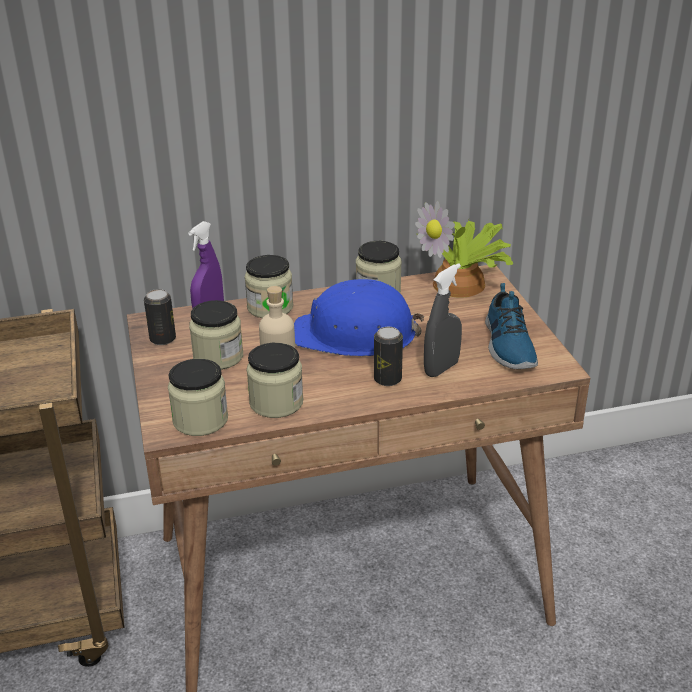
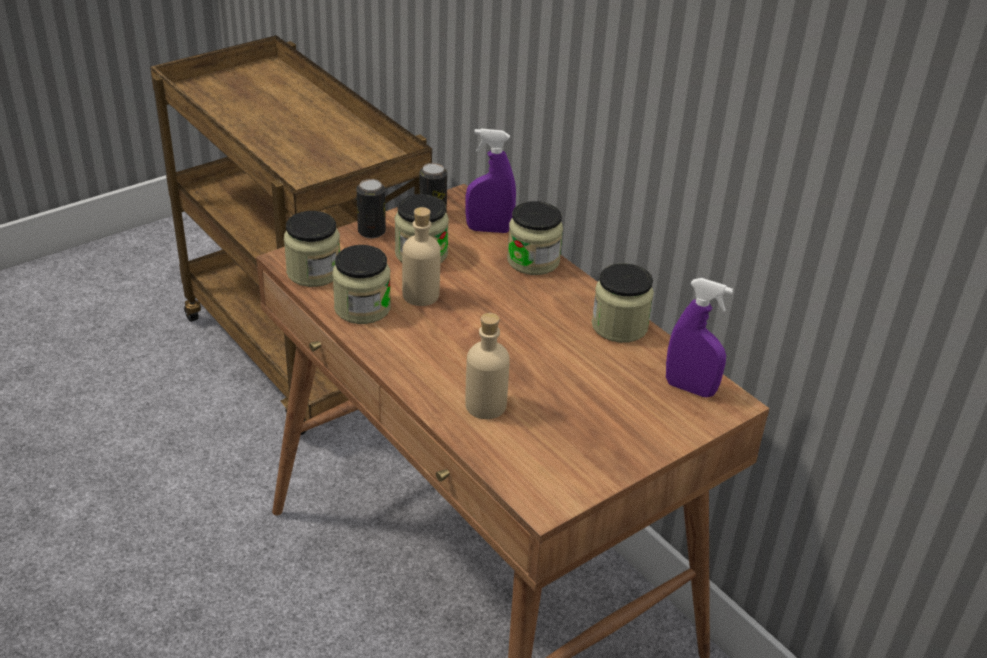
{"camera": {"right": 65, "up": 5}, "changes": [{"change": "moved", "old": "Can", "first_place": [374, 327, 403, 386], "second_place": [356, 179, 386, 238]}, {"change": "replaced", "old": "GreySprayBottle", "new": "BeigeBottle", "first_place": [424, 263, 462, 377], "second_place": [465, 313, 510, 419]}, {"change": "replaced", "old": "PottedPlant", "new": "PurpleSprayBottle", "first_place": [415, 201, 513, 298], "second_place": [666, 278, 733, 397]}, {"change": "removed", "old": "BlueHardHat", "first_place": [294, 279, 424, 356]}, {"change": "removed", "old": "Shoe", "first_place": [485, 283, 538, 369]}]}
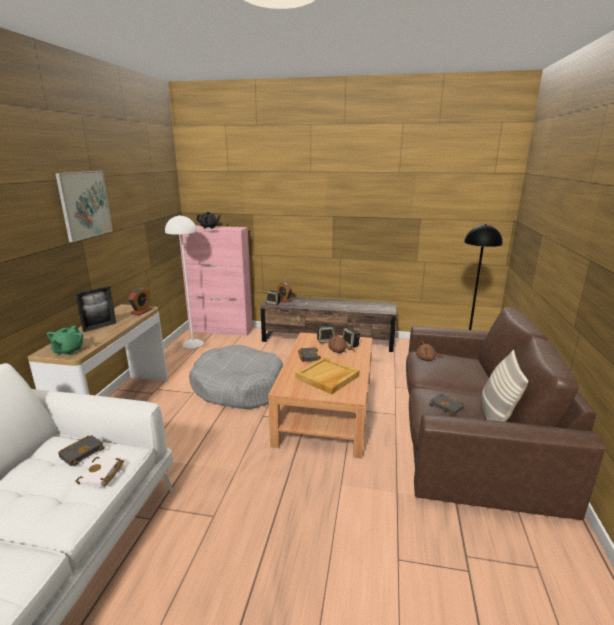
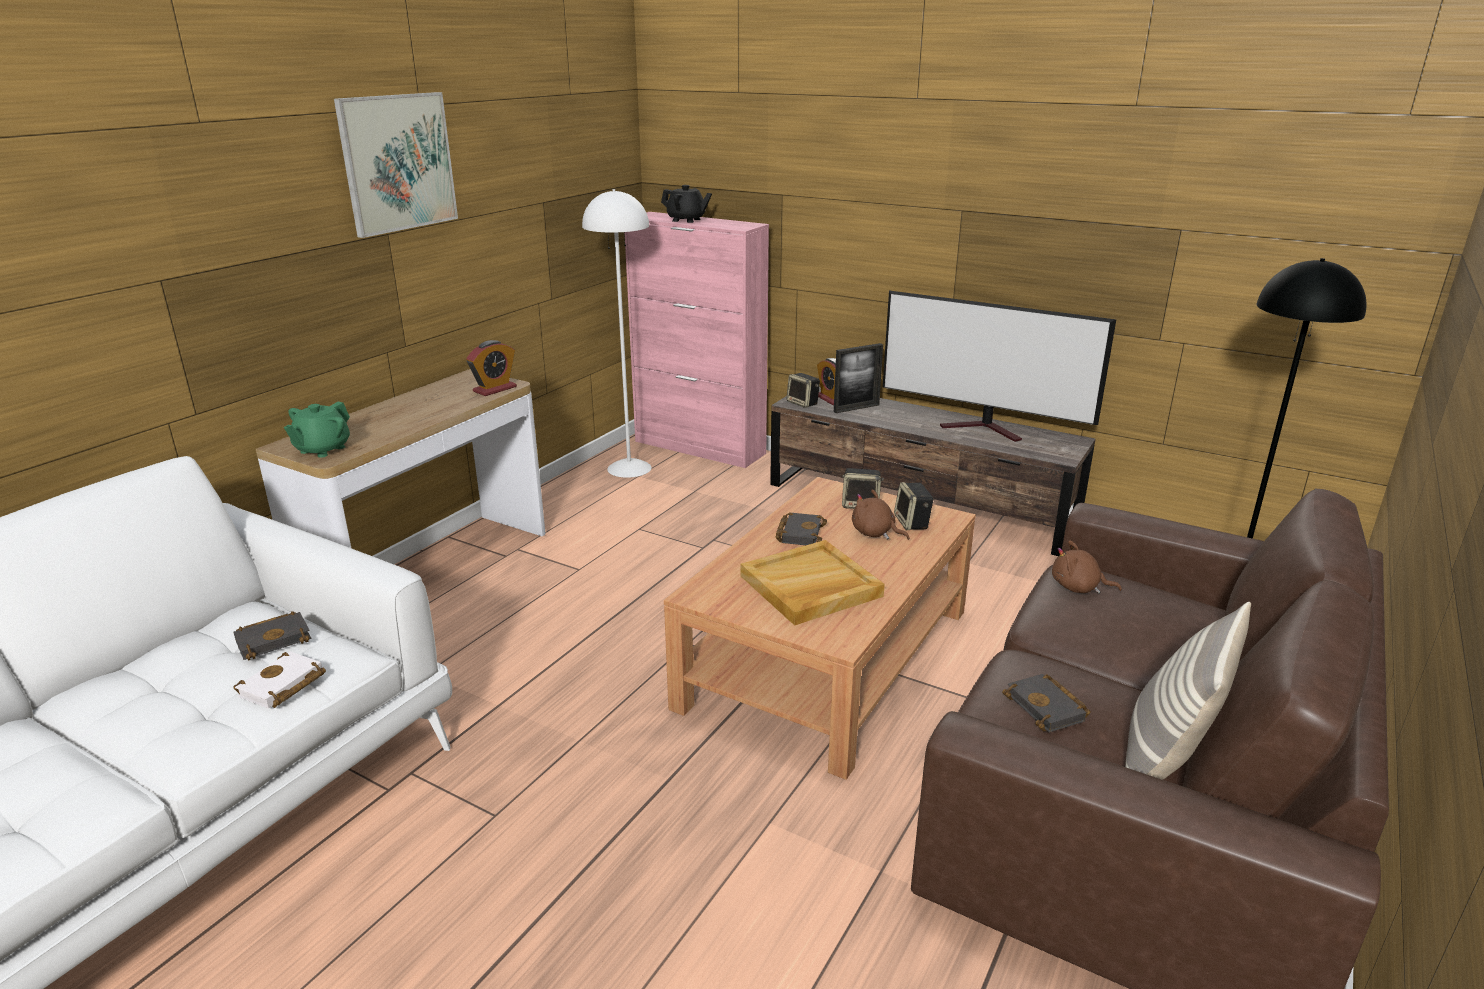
{"camera": {"right": 20, "up": 5}, "changes": [{"change": "moved", "old": "PictureFrame", "first_place": [75, 286, 116, 332], "second_place": [834, 343, 883, 413]}, {"change": "added", "new": "Television", "second_place": [883, 291, 1116, 442]}, {"change": "removed", "old": "GreyDogBed", "first_place": [189, 345, 284, 410]}]}
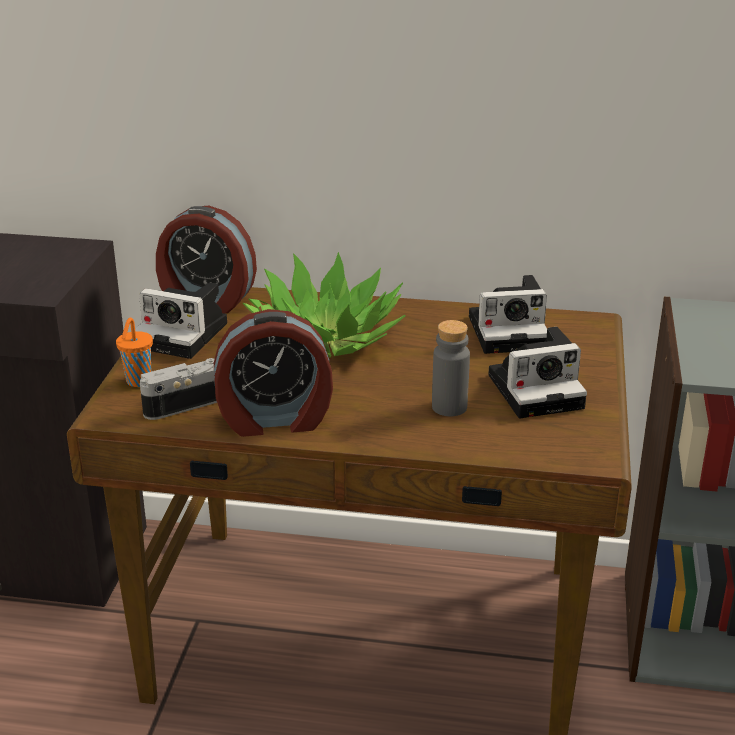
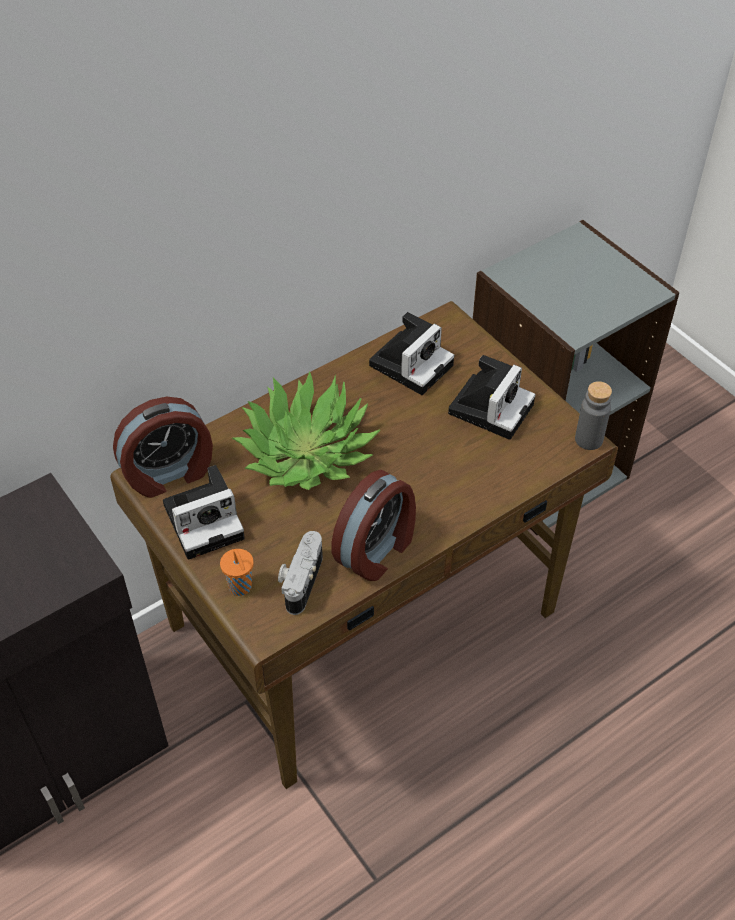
{"camera": {"right": -45, "up": 20}, "changes": [{"change": "moved", "old": "GreyBottle", "first_place": [432, 320, 470, 417], "second_place": [575, 381, 612, 450]}]}
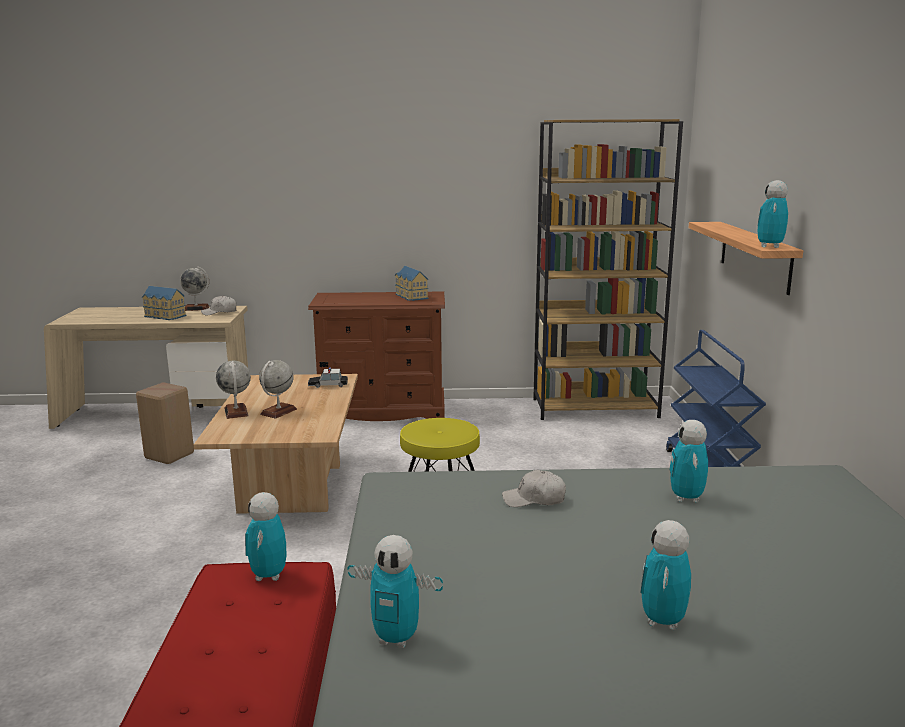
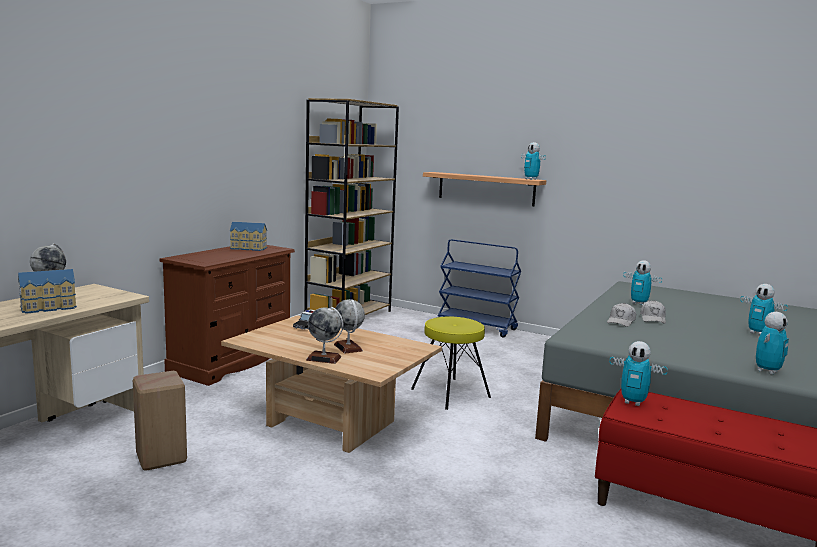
{"camera": {"right": -60, "up": -5}, "changes": [{"change": "moved", "old": "WhiteCap", "first_place": [201, 295, 237, 315], "second_place": [640, 300, 666, 324]}]}
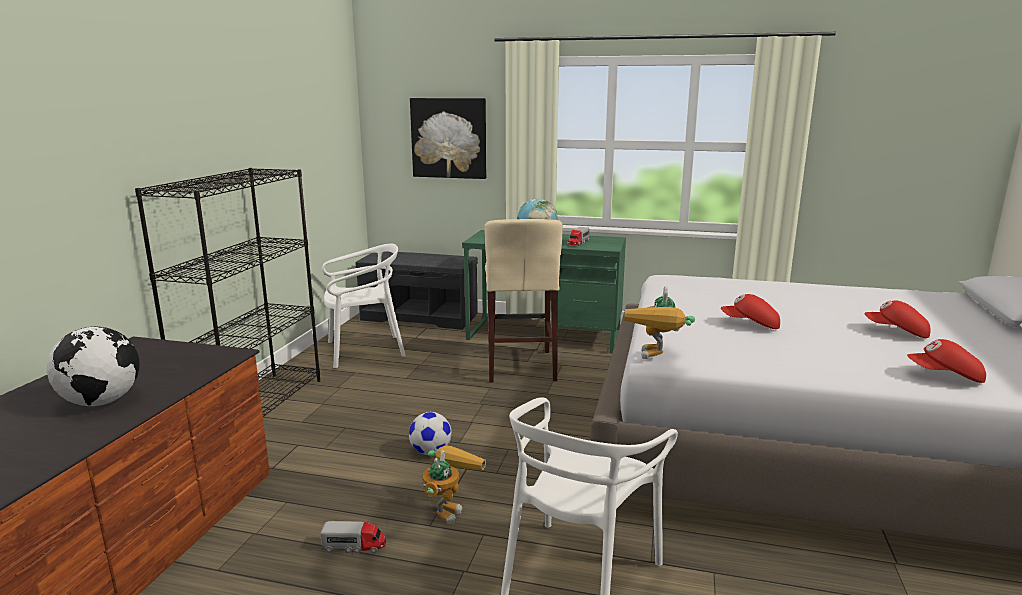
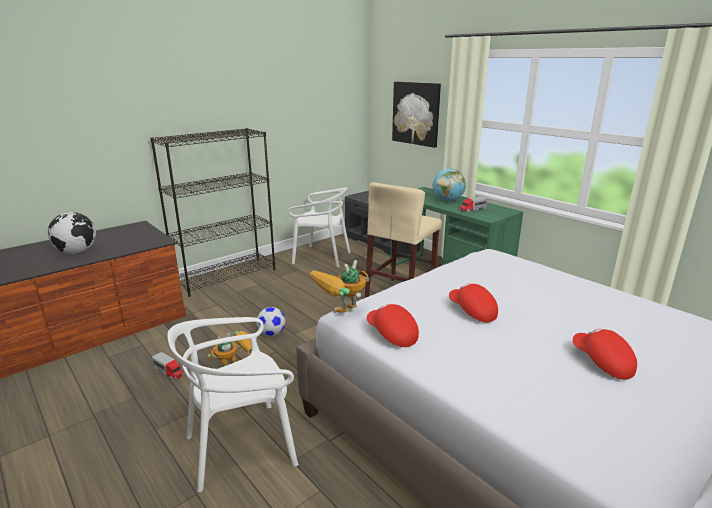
{"camera": {"right": 35, "up": 5}, "changes": [{"change": "moved", "old": "RedCap", "first_place": [907, 339, 986, 383], "second_place": [367, 304, 419, 347]}]}
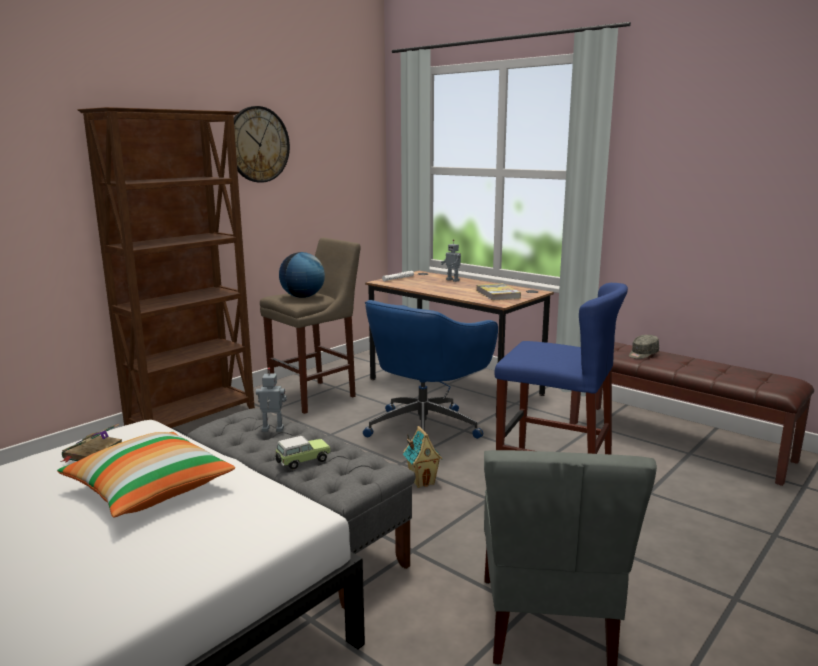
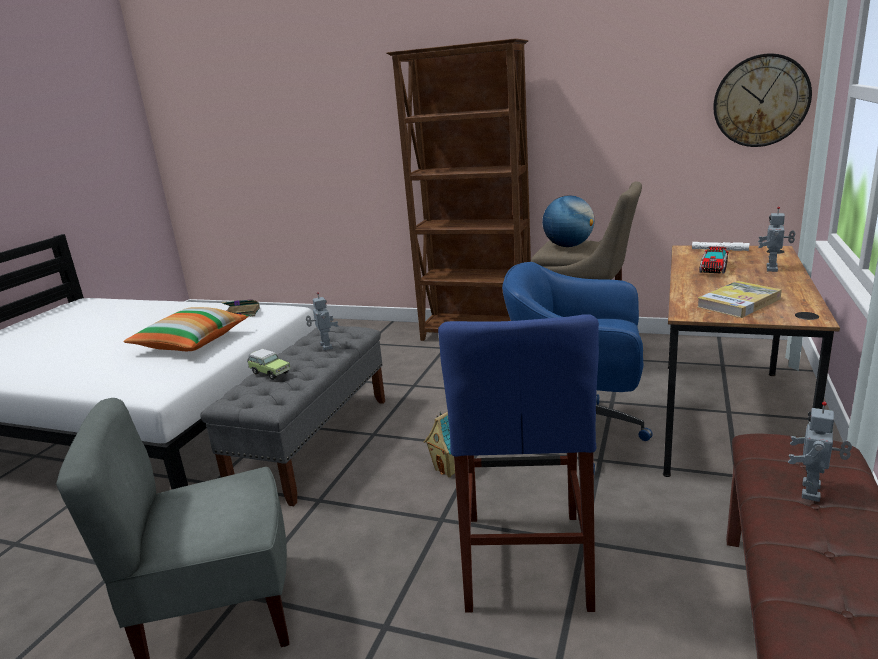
{"camera": {"right": 70, "up": 5}, "changes": [{"change": "added", "new": "ToyTruck", "second_place": [699, 246, 729, 274]}, {"change": "moved", "old": "WallClock", "first_place": [234, 106, 290, 183], "second_place": [713, 53, 812, 147]}, {"change": "replaced", "old": "GreyCap", "new": "ToyRobot", "first_place": [629, 335, 659, 359], "second_place": [788, 402, 852, 502]}]}
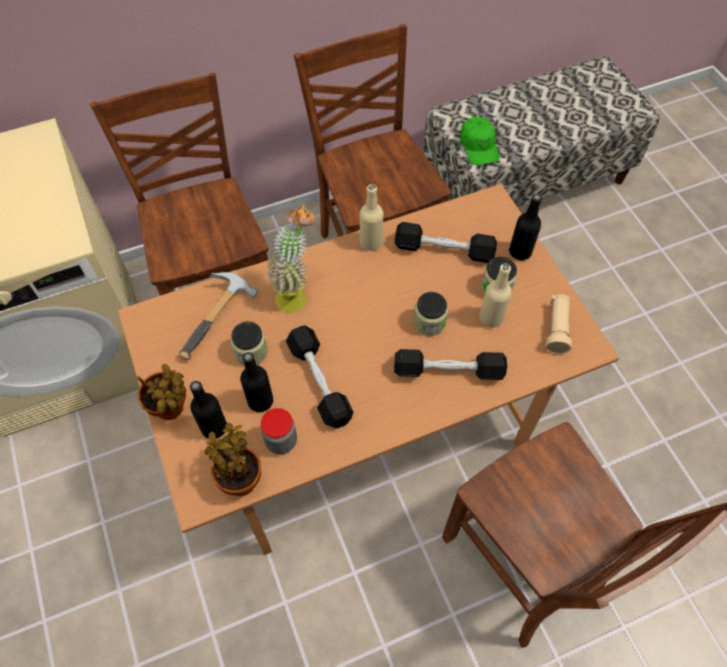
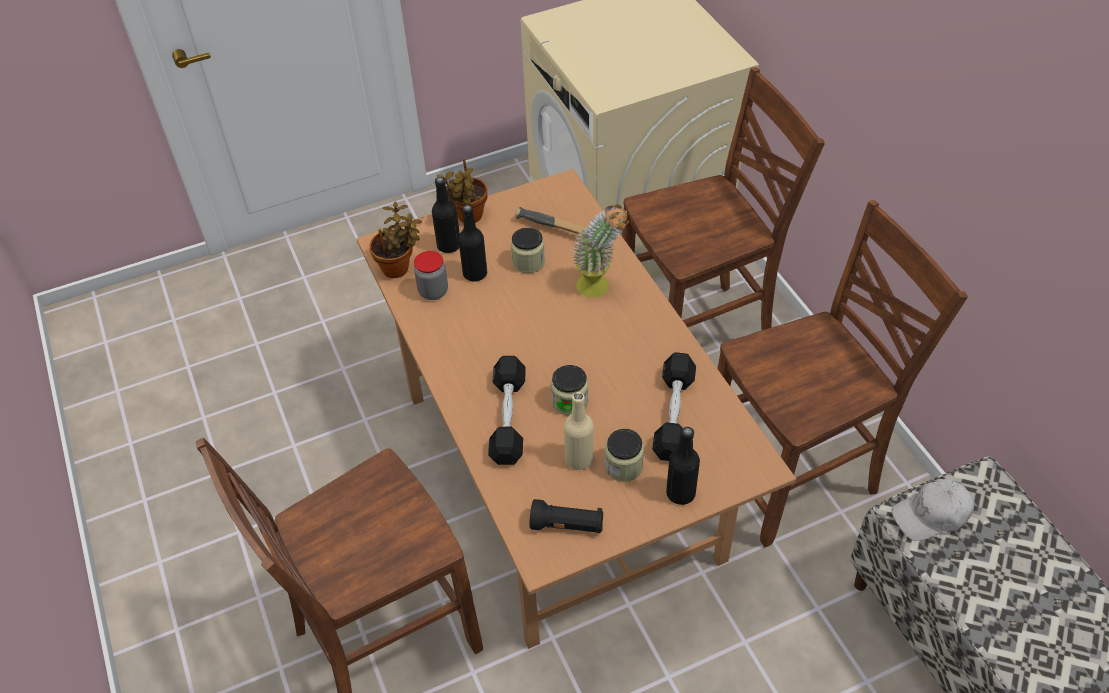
{"camera": {"right": 90, "up": -10}, "changes": [{"change": "recoloured", "old": "BeigeFlashlight", "new": "BlackFlashlight", "first_place": [546, 295, 572, 354], "second_place": [530, 499, 603, 533]}, {"change": "recoloured", "old": "GreenCap", "new": "WhiteCap", "first_place": [460, 117, 499, 165], "second_place": [892, 479, 974, 541]}, {"change": "removed", "old": "BlackDumbbell", "first_place": [286, 325, 353, 429]}, {"change": "removed", "old": "BeigeBottle", "first_place": [360, 184, 384, 251]}]}
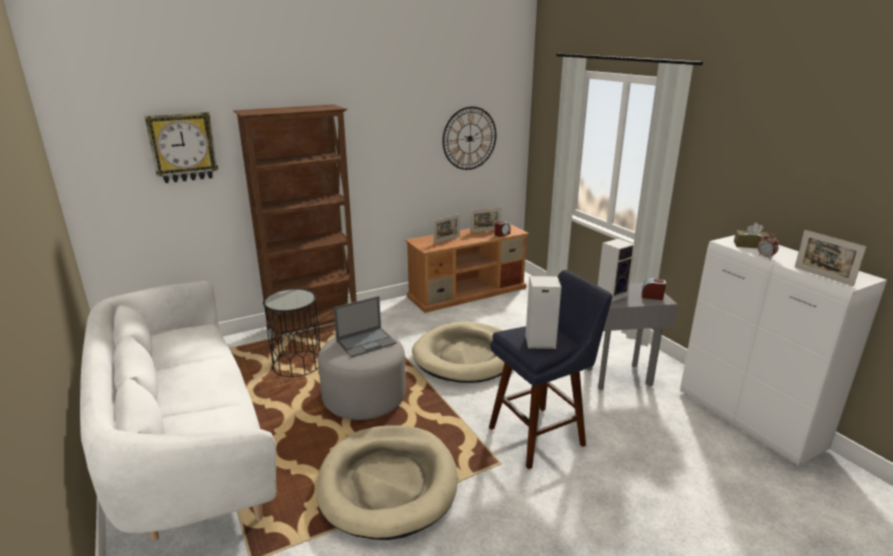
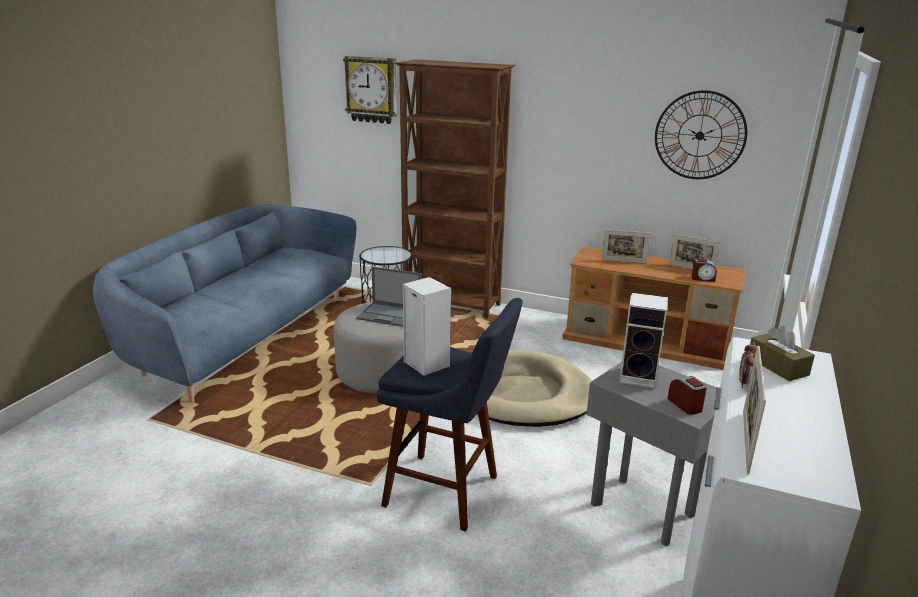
{"camera": {"right": 50, "up": 0}, "changes": [{"change": "recoloured", "old": "WhiteSofa", "new": "BlueSofa", "first_place": [80, 281, 276, 541], "second_place": [93, 204, 357, 402]}, {"change": "removed", "old": "BeigeDogBed", "first_place": [316, 425, 458, 540]}]}
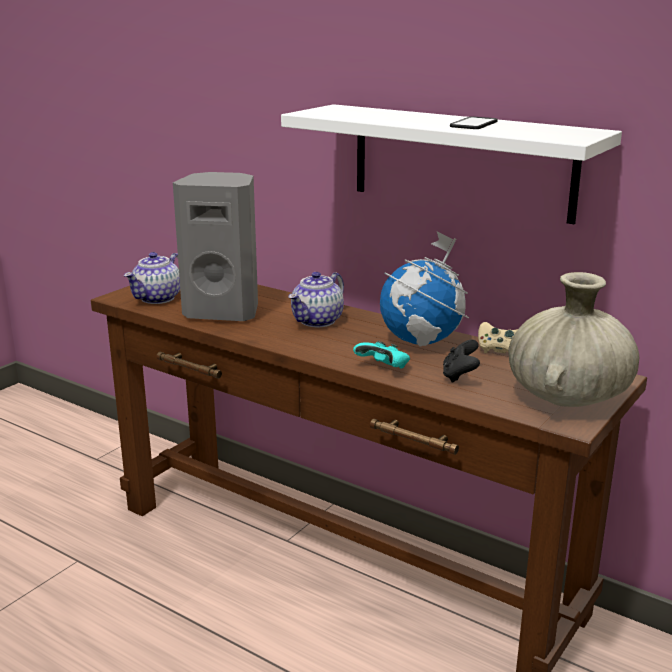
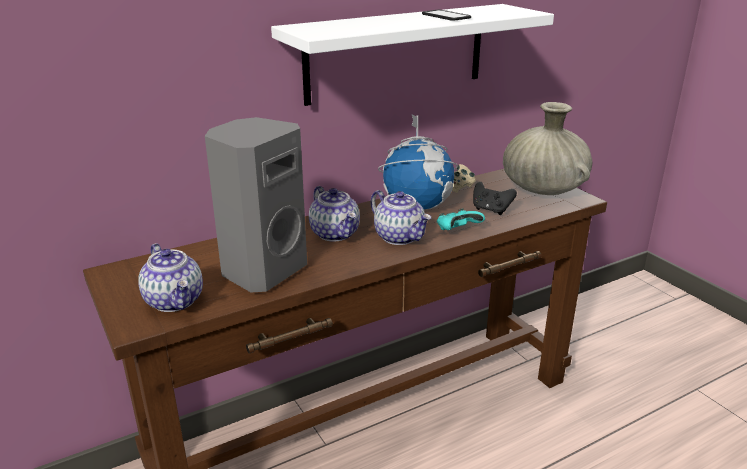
{"camera": {"right": -65, "up": 5}, "changes": [{"change": "added", "new": "Teapot", "second_place": [371, 190, 431, 245]}]}
